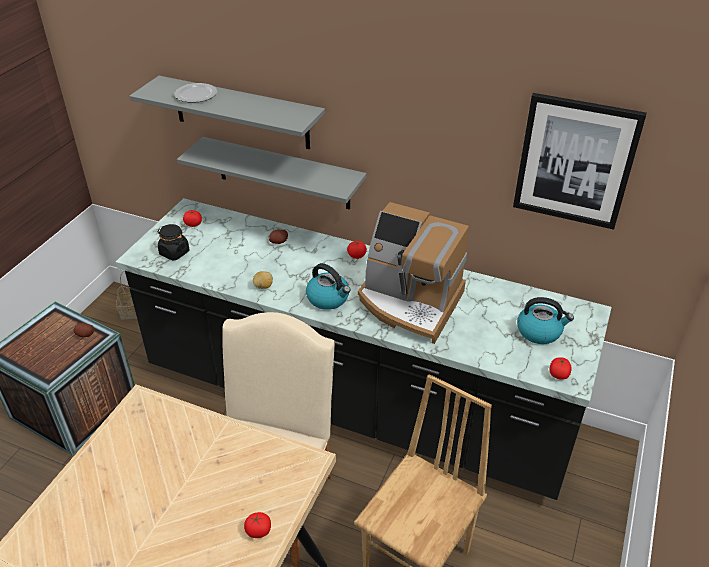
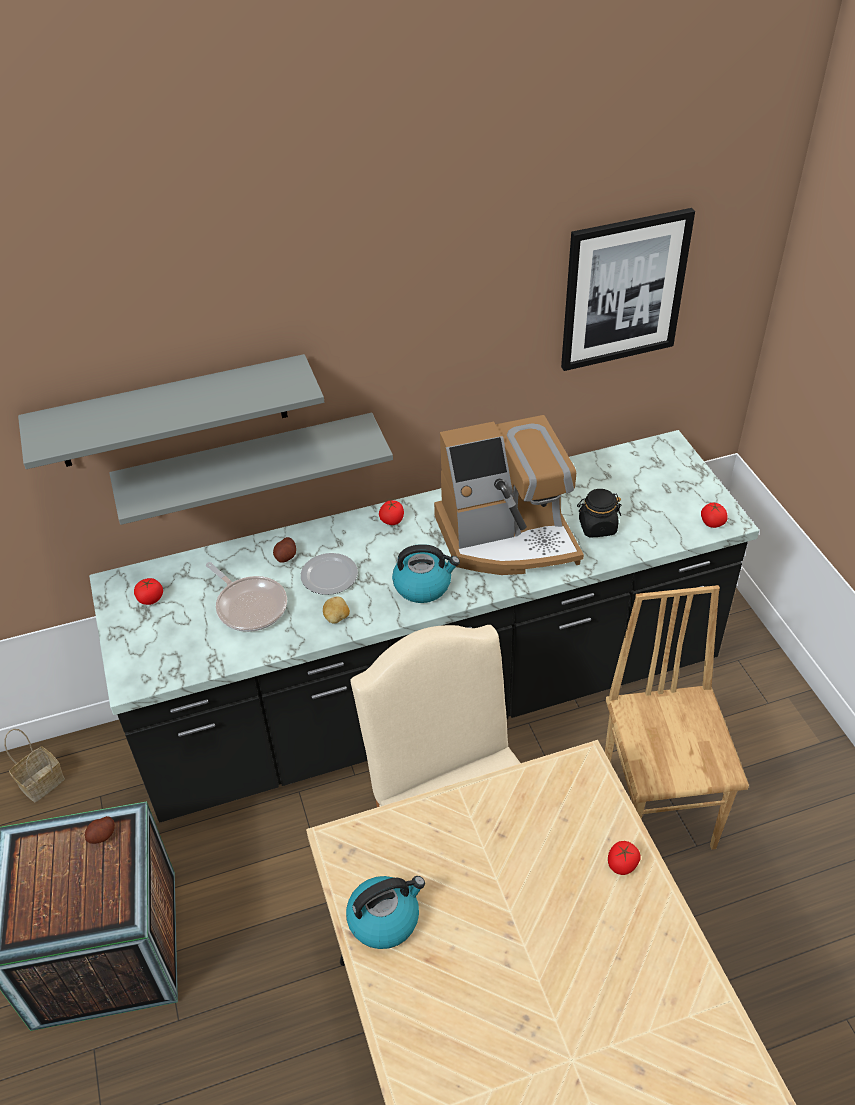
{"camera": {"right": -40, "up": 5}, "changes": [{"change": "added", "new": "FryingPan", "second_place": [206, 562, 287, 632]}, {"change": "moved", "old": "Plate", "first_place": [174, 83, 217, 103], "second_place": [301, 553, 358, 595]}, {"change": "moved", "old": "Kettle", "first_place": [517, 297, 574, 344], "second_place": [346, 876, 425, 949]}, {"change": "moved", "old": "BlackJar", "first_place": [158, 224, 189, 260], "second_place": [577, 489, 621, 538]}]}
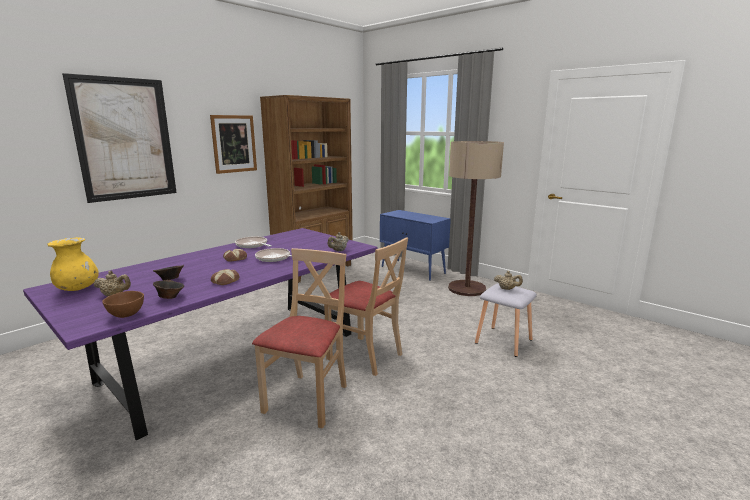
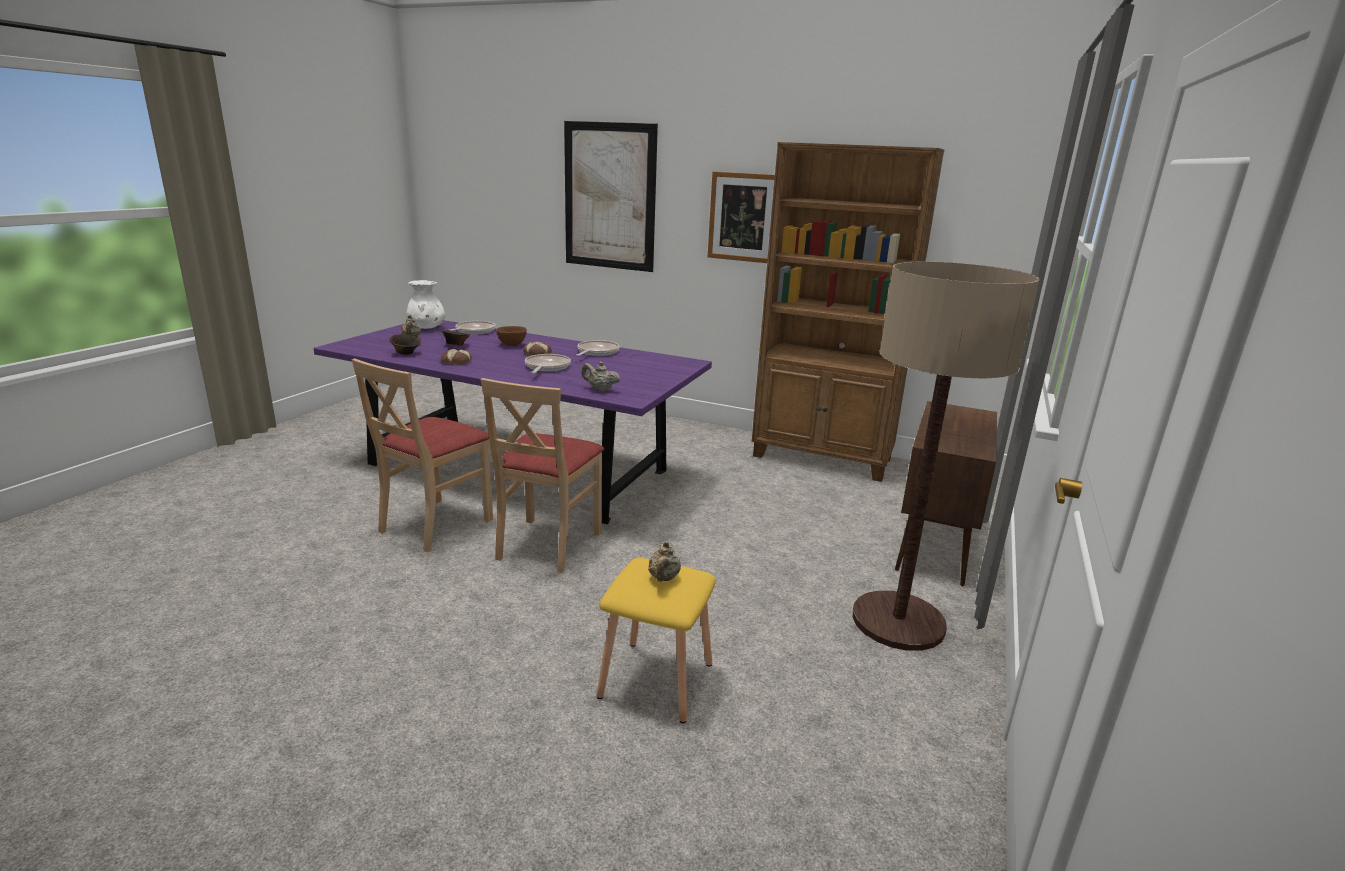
{"camera": {"right": 70, "up": 5}, "changes": [{"change": "turned", "old": "BeigeChair", "first_place": [252, 248, 347, 429], "second_place": [352, 358, 493, 552], "degrees": 120}, {"change": "recoloured", "old": "YellowVase", "new": "WhiteVase", "first_place": [48, 237, 99, 291], "second_place": [406, 280, 445, 329]}, {"change": "added", "new": "FryingPan", "second_place": [450, 321, 496, 334]}, {"change": "moved", "old": "BrownBowl", "first_place": [102, 291, 144, 318], "second_place": [496, 326, 527, 346]}, {"change": "recoloured", "old": "GreyStool", "new": "YellowStool", "first_place": [475, 283, 537, 357], "second_place": [597, 558, 716, 723]}, {"change": "recoloured", "old": "BlueCabinet", "new": "BrownCabinet", "first_place": [380, 210, 451, 281], "second_place": [895, 401, 997, 586]}]}
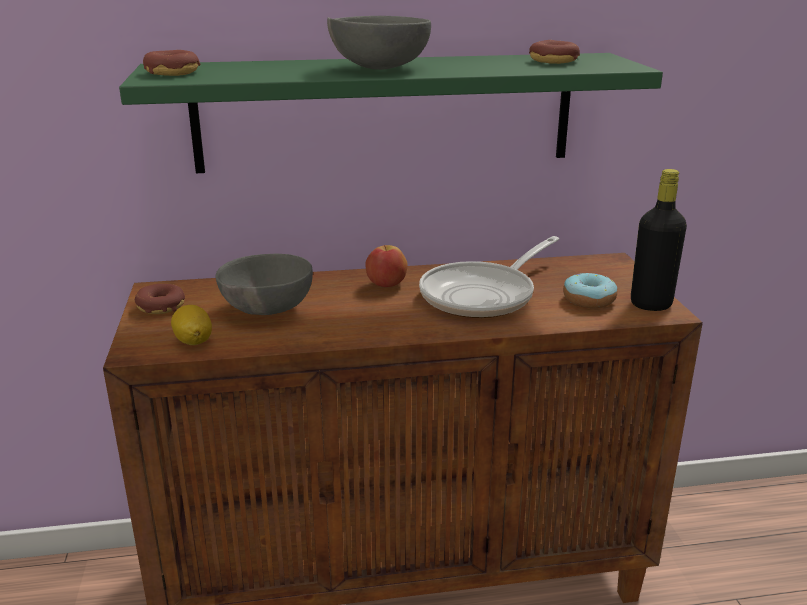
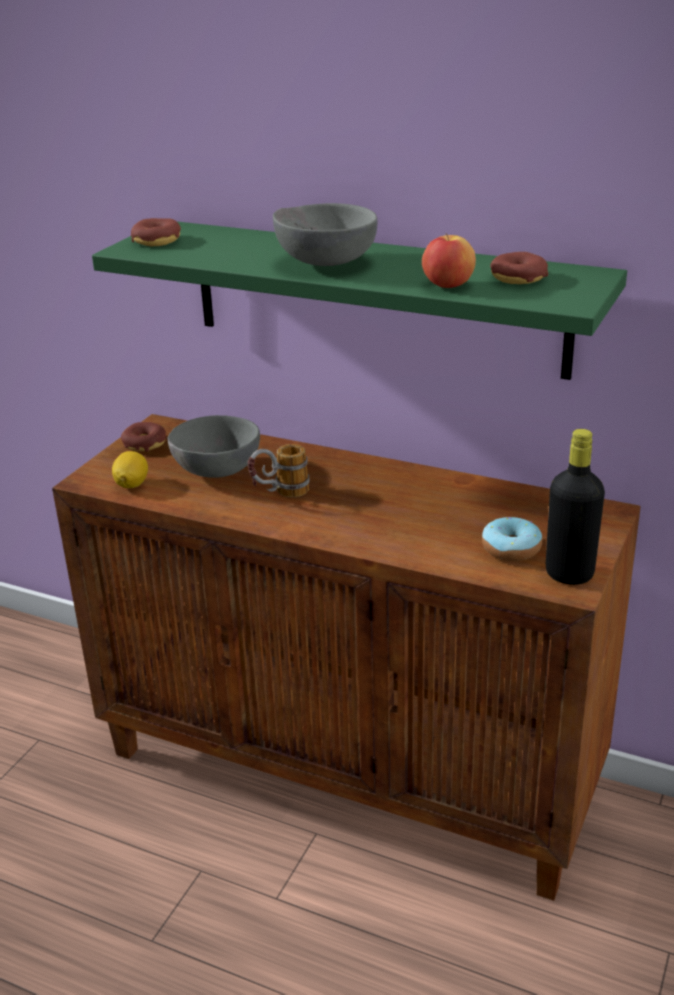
{"camera": {"right": 35, "up": 5}, "changes": [{"change": "added", "new": "Mug", "second_place": [248, 444, 309, 498]}, {"change": "moved", "old": "Apple", "first_place": [365, 245, 408, 287], "second_place": [422, 234, 476, 288]}, {"change": "removed", "old": "FryingPan", "first_place": [419, 236, 559, 318]}]}
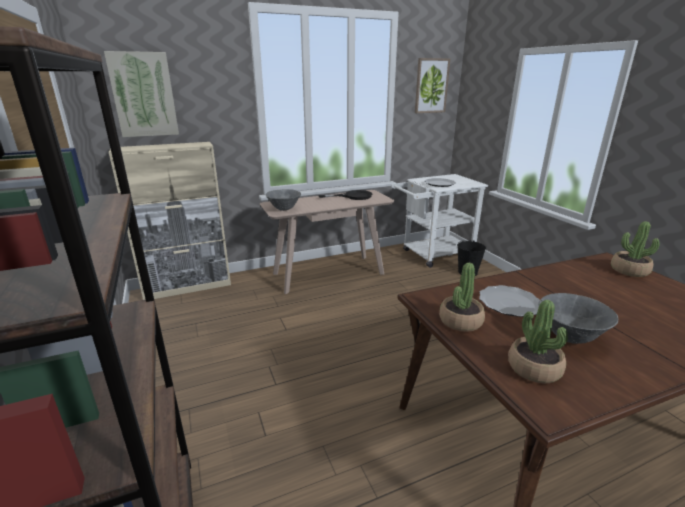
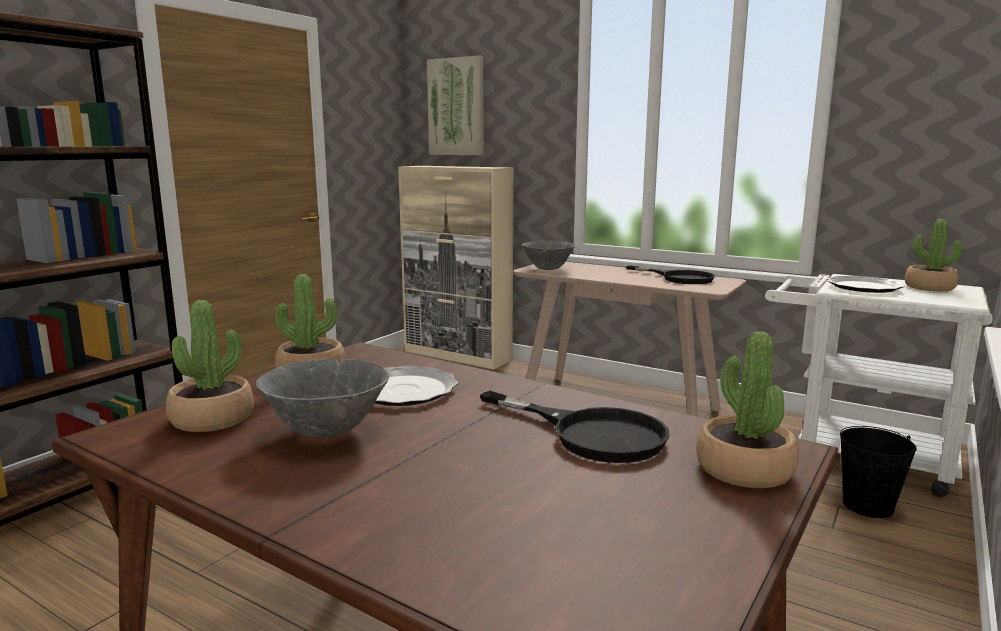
{"camera": {"right": 55, "up": -10}, "changes": [{"change": "added", "new": "BlackFryingPan", "second_place": [480, 391, 669, 463]}, {"change": "added", "new": "PottedPlant", "second_place": [905, 219, 962, 291]}, {"change": "removed", "old": "Picture", "first_place": [415, 58, 450, 113]}]}
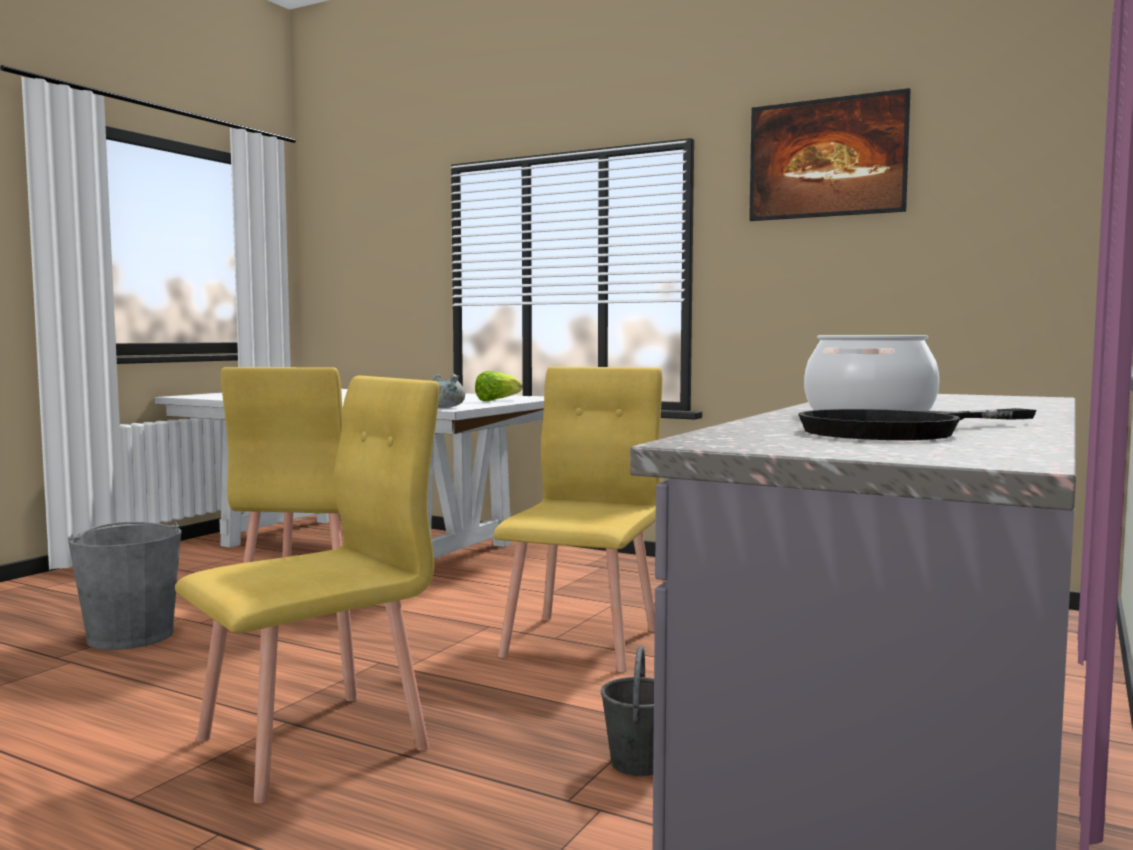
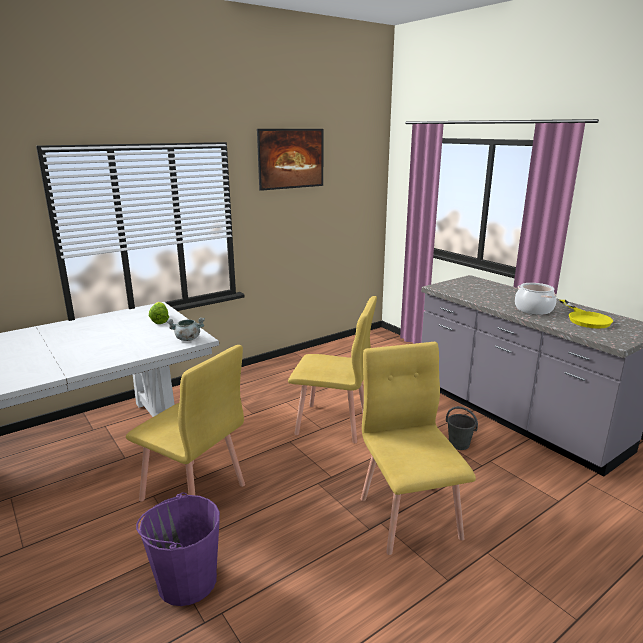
{"camera": {"right": -65, "up": 15}, "changes": [{"change": "recoloured", "old": "GreyBucket", "new": "PurpleBucket", "first_place": [68, 522, 181, 650], "second_place": [136, 492, 220, 606]}, {"change": "turned", "old": "YellowChair", "first_place": [494, 366, 662, 673], "second_place": [288, 296, 377, 443], "degrees": 150}, {"change": "recoloured", "old": "BlackFryingPan", "new": "YellowFryingPan", "first_place": [798, 408, 1037, 440], "second_place": [560, 300, 613, 329]}]}
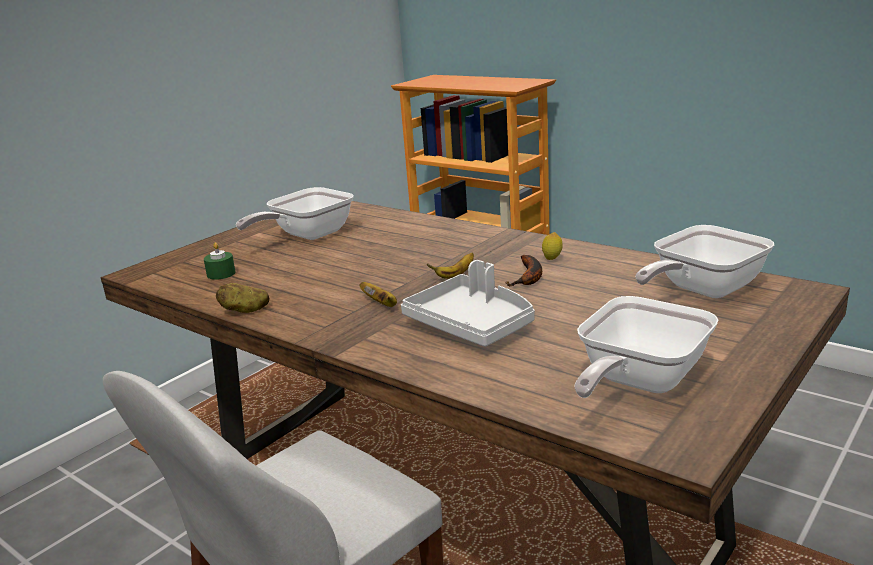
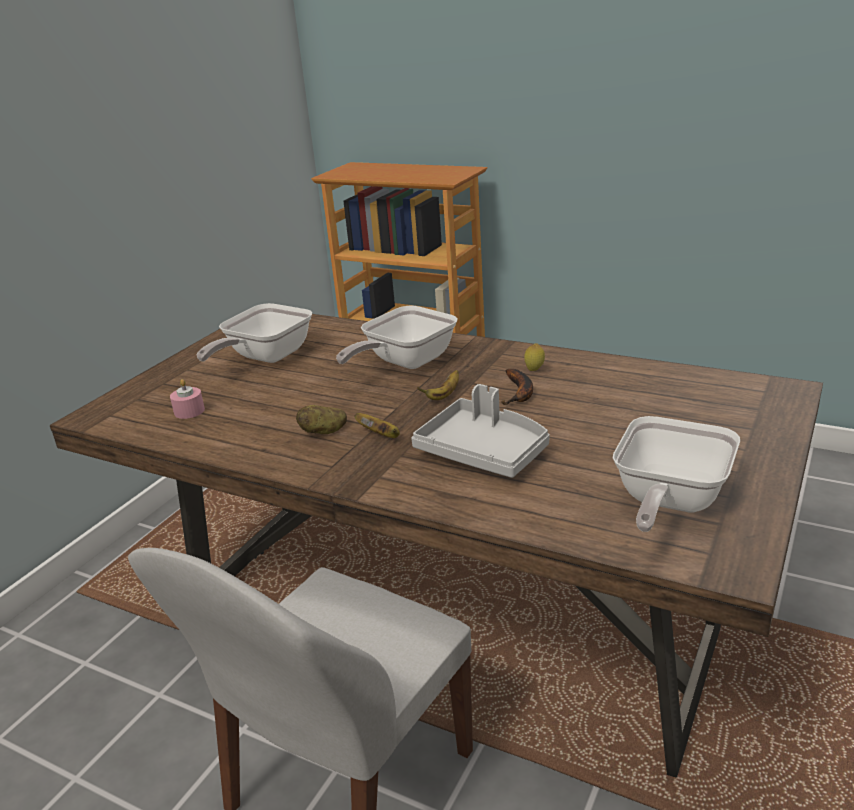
{"camera": {"right": -10, "up": 5}, "changes": [{"change": "recoloured", "old": "GreenCandle", "new": "PinkCandle", "first_place": [204, 242, 236, 280], "second_place": [170, 379, 205, 419]}, {"change": "moved", "old": "Potato", "first_place": [216, 283, 269, 313], "second_place": [296, 405, 347, 434]}, {"change": "moved", "old": "FryingPan", "first_place": [635, 225, 774, 298], "second_place": [336, 306, 457, 369]}]}
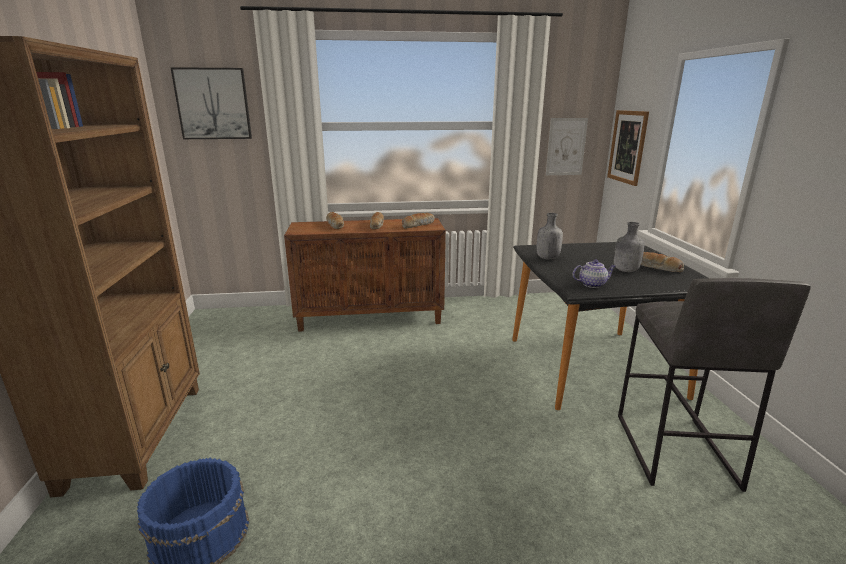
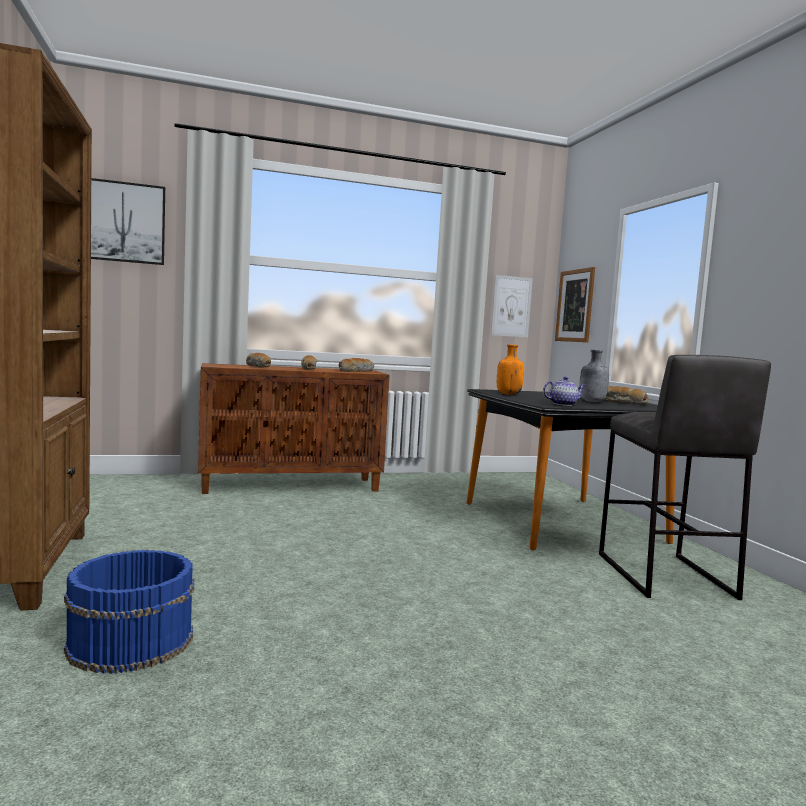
{"camera": {"right": -10, "up": -15}, "changes": [{"change": "recoloured", "old": "GreyBottle", "new": "OrangeBottle", "first_place": [537, 213, 563, 260], "second_place": [497, 344, 524, 395]}]}
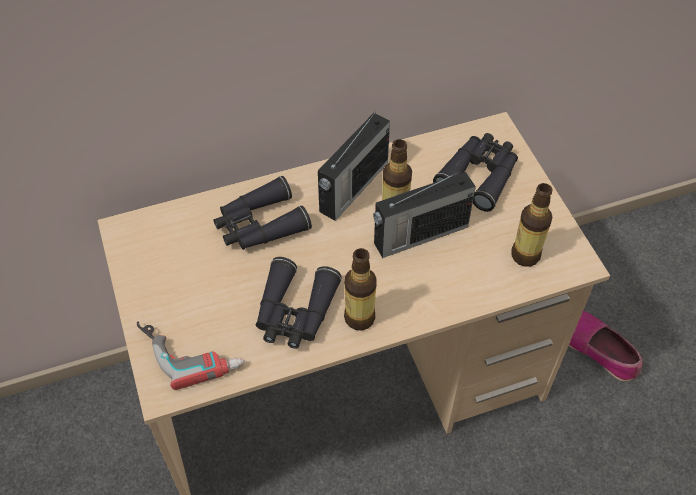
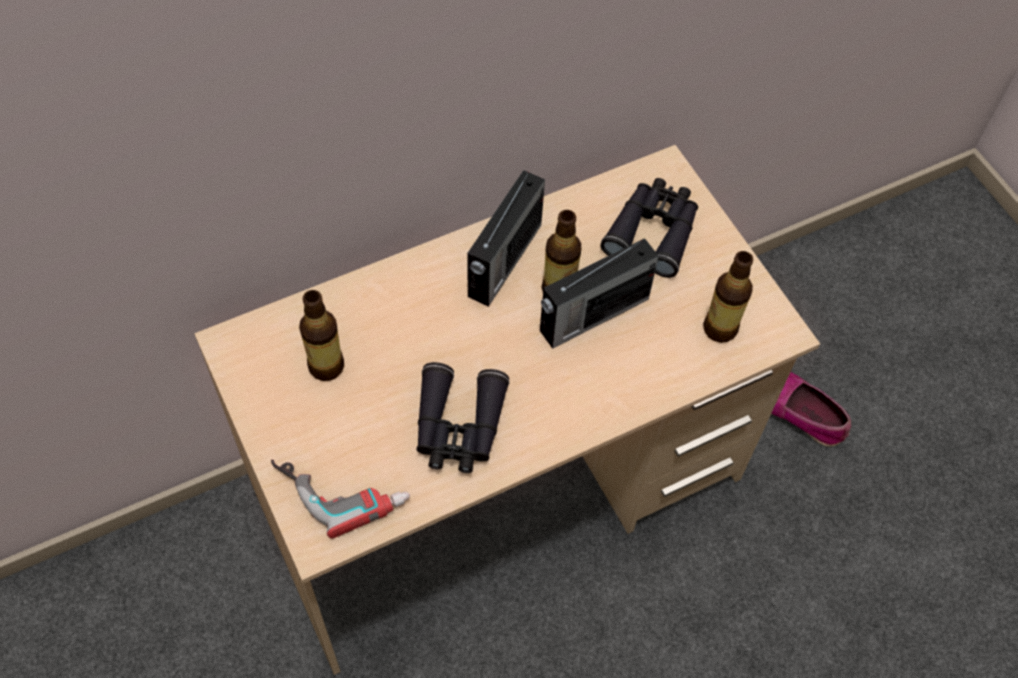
{"camera": {"right": -10, "up": 5}, "changes": [{"change": "moved", "old": "Bottle", "first_place": [344, 248, 377, 330], "second_place": [299, 290, 344, 381]}, {"change": "removed", "old": "BlackBinoculars", "first_place": [214, 176, 312, 250]}]}
